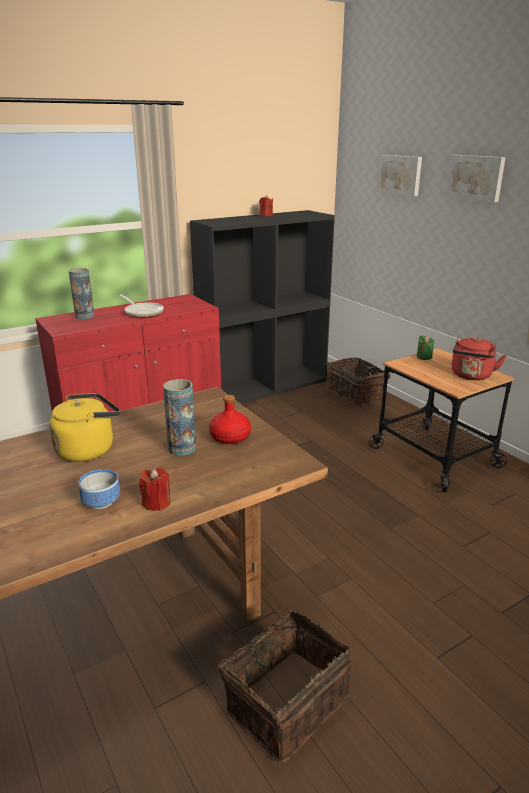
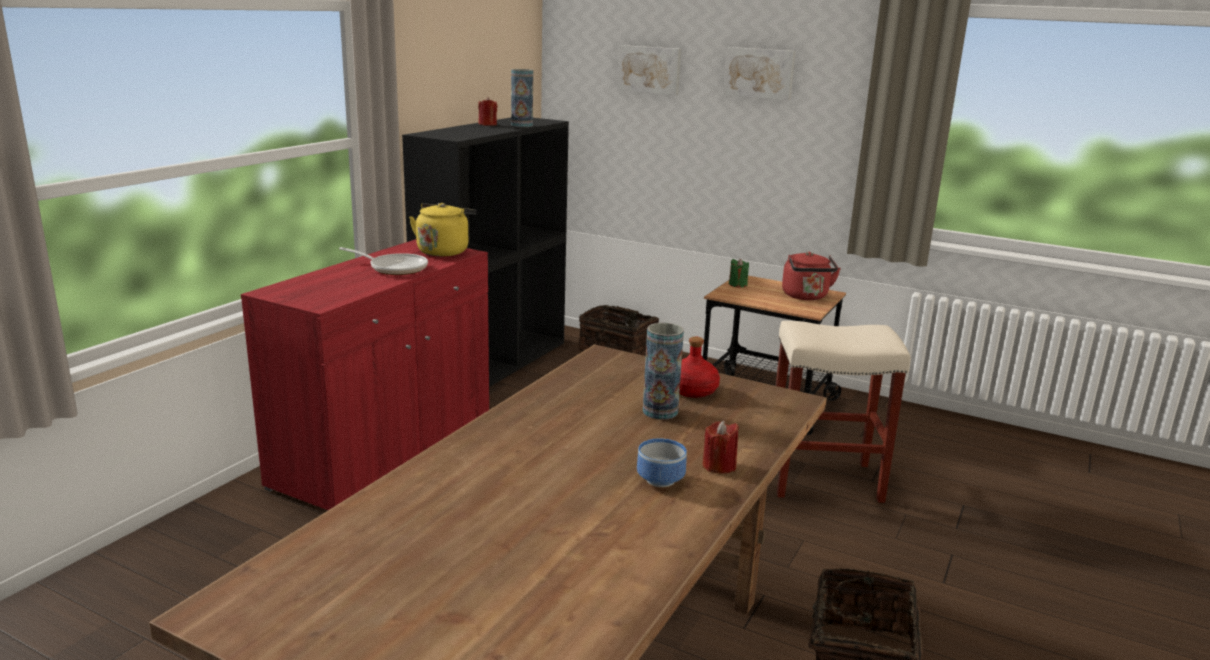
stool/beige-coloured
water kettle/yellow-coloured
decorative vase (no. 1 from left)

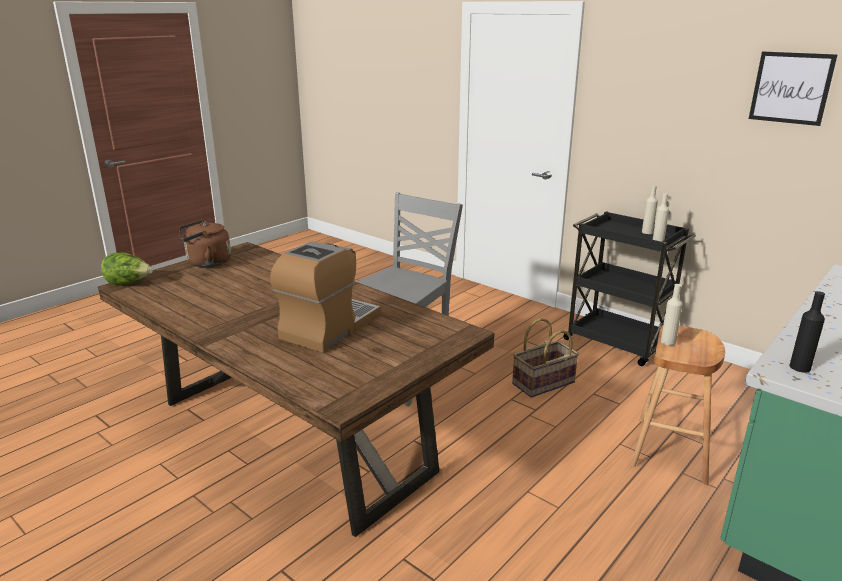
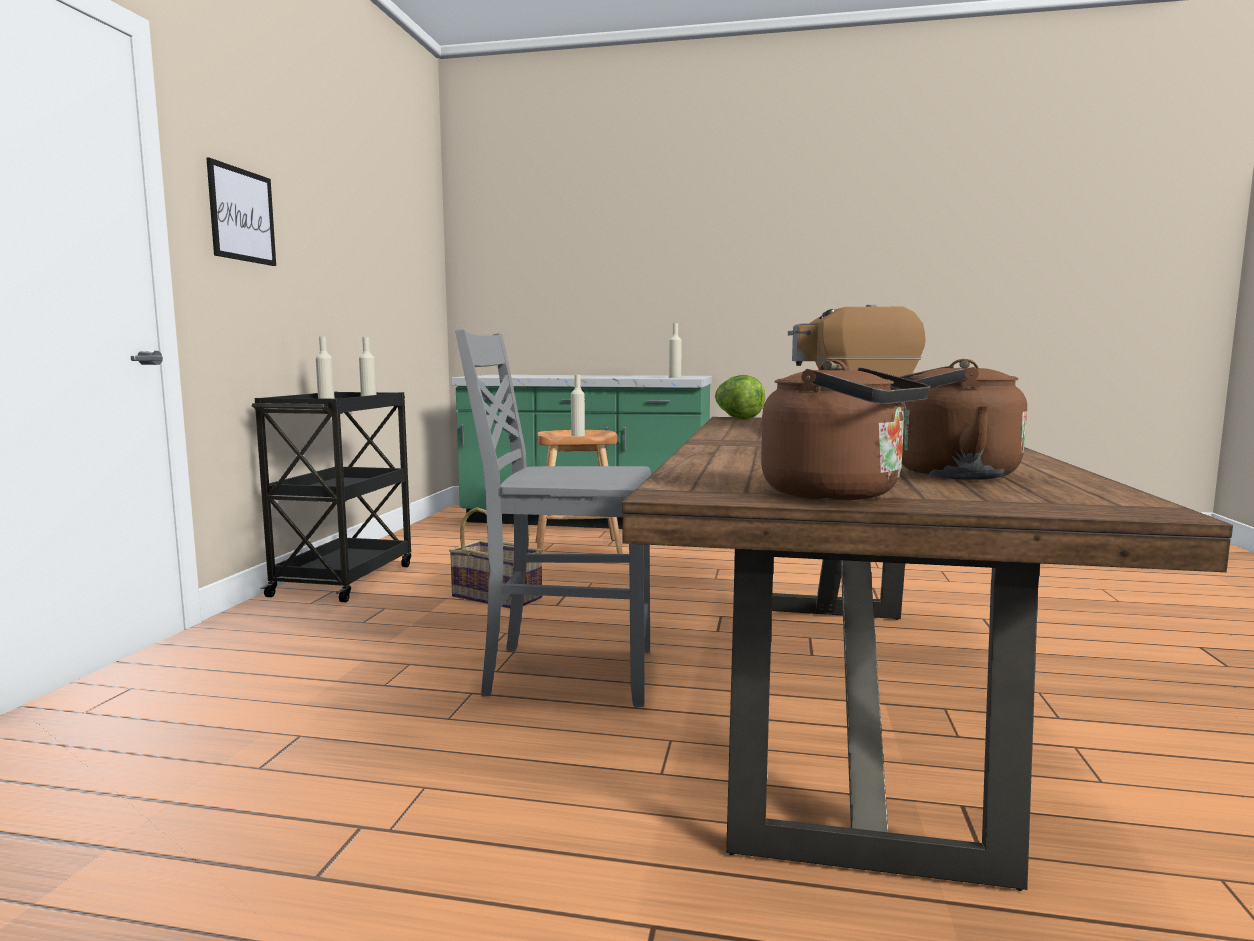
water kettle/brownish (no. 2 from left)
lettuce head
picture
bottle/beige-coloured (no. 4 from left)

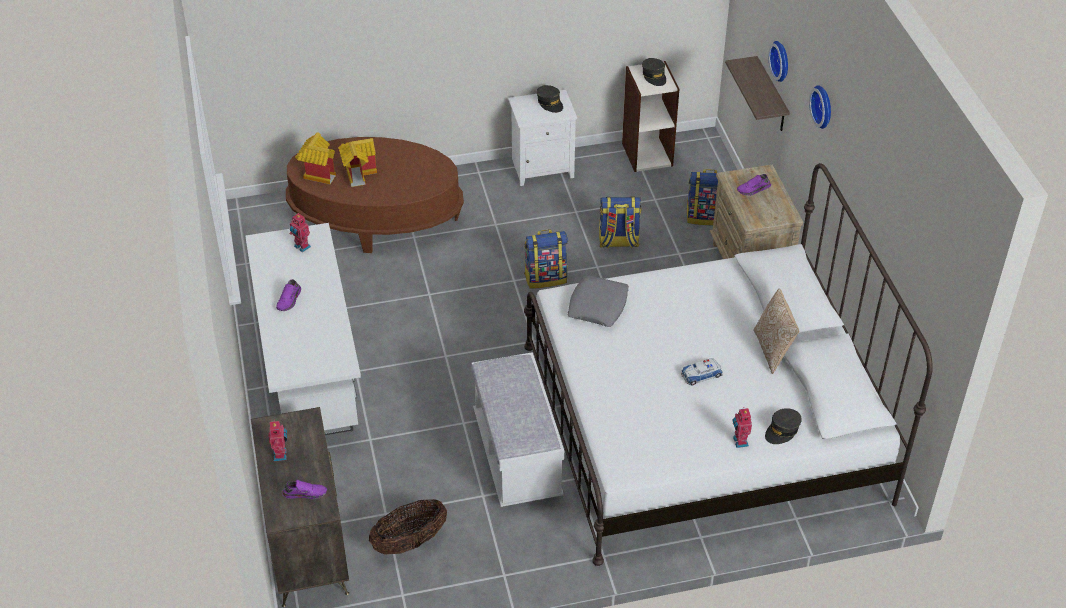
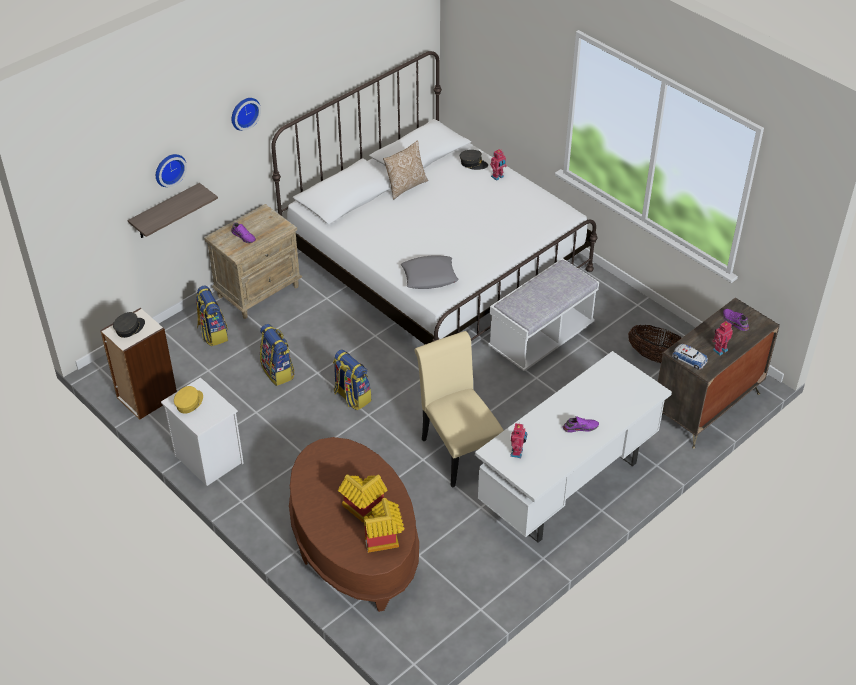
upright chair/beige-coloured
toy car
cap/yellow-coloured

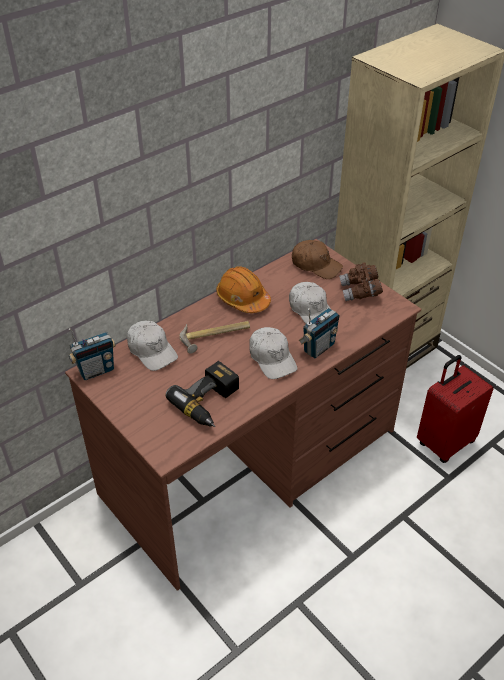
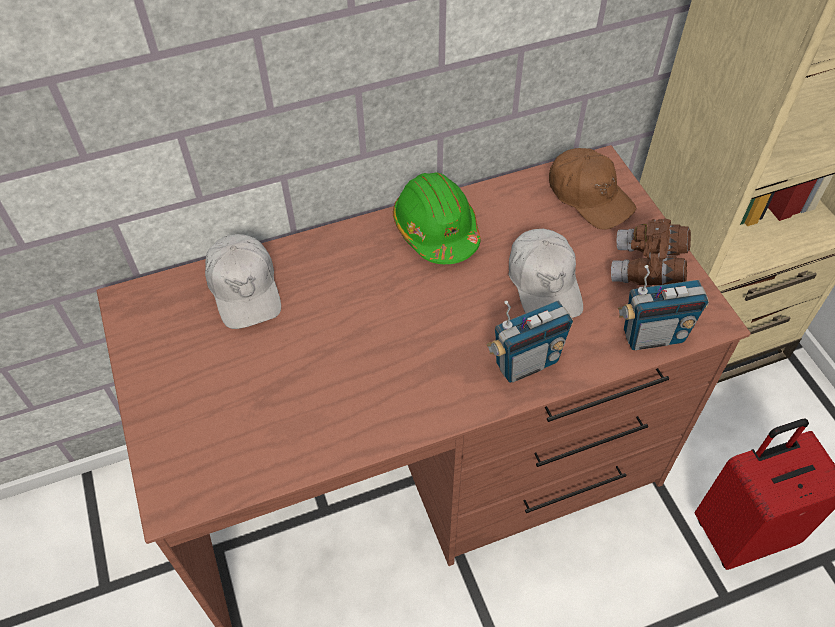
power drill
hammer
cap/whitish (no. 2 from left in the first image)
radio (no. 2 from left)
safety helmet/green

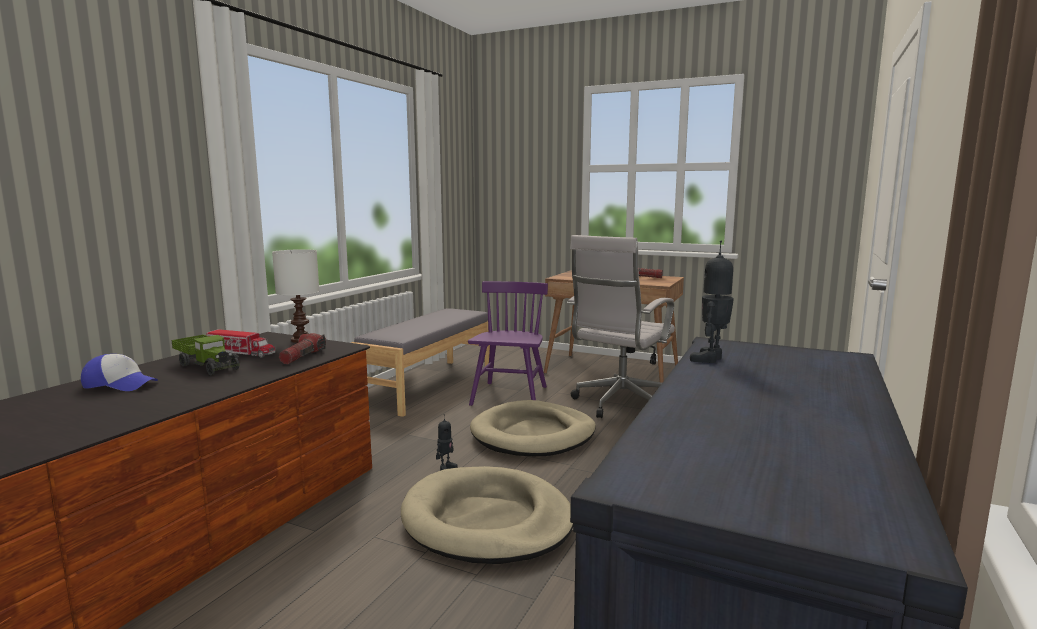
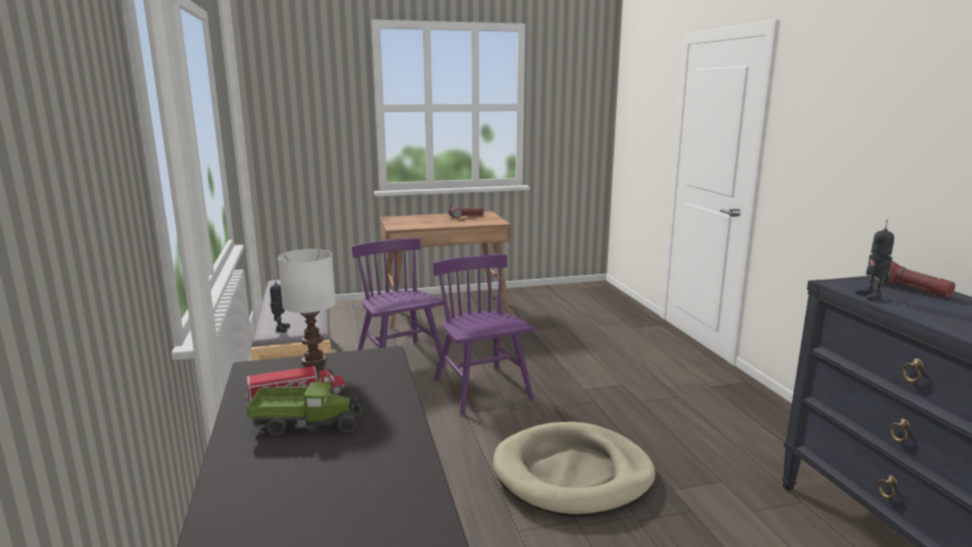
cap
office chair/whitish
hand torch (no. 2 from left)
toy robot (no. 1 from left)
upright chair/purplish (no. 2 from left)

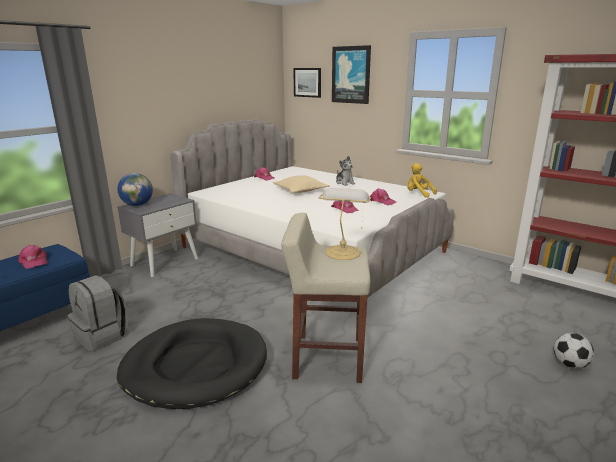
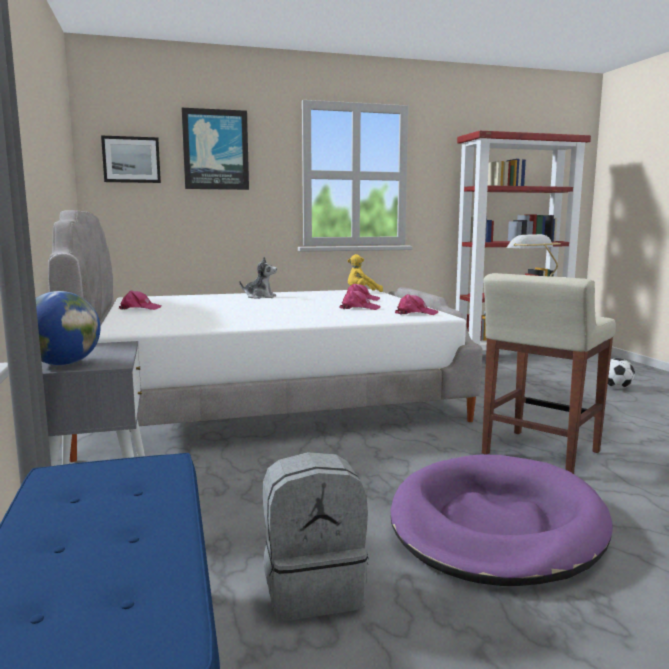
cushion/beige-coloured
cap/pinkish (no. 4 from left)
dog bed/purplish

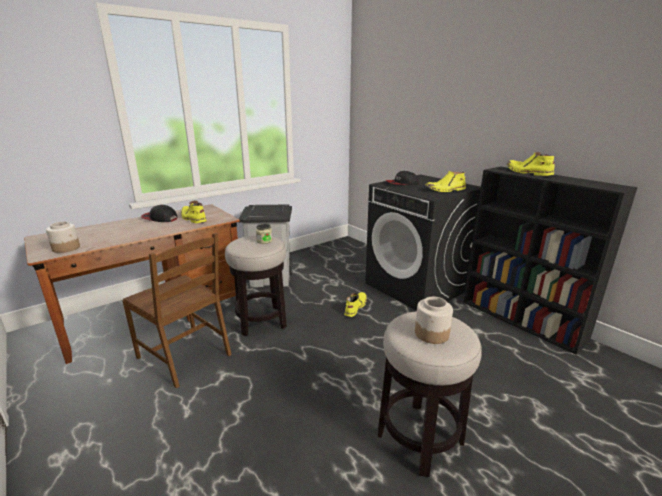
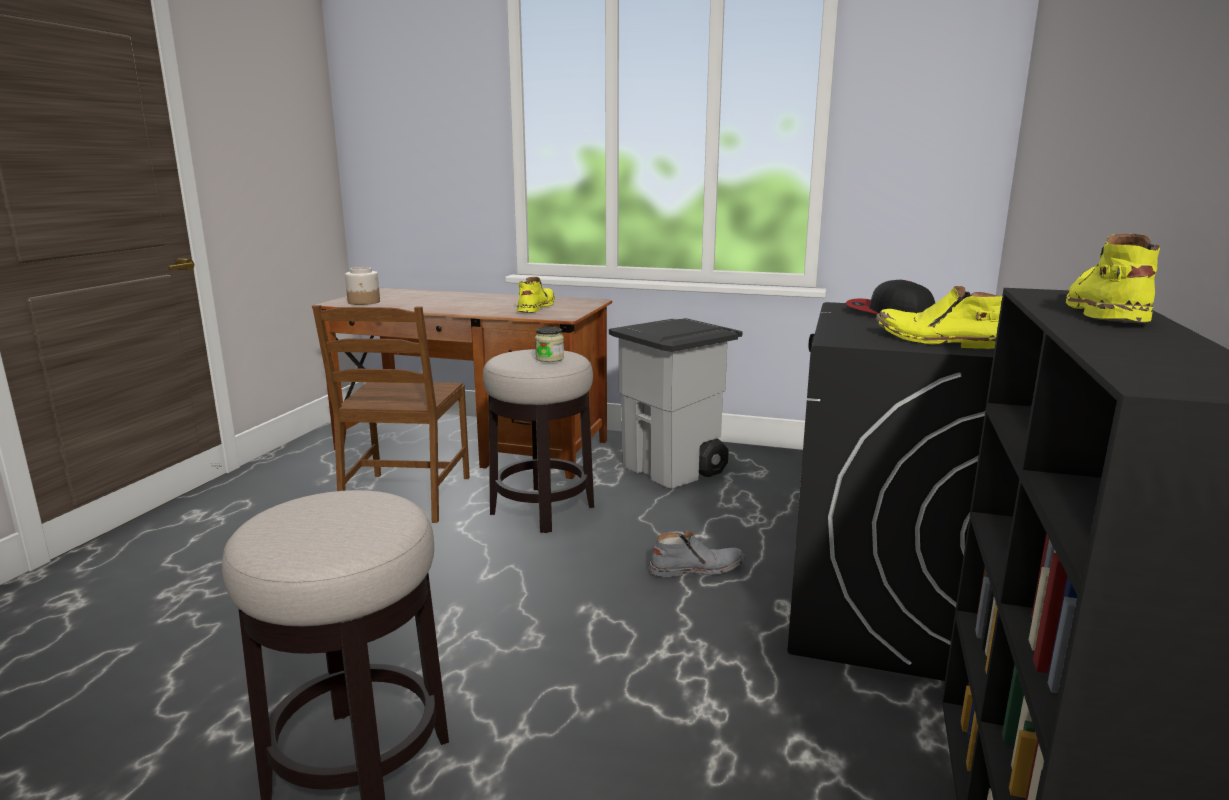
cap (no. 1 from left in the first image)
jar (no. 3 from left in the first image)
tall boot/greyish

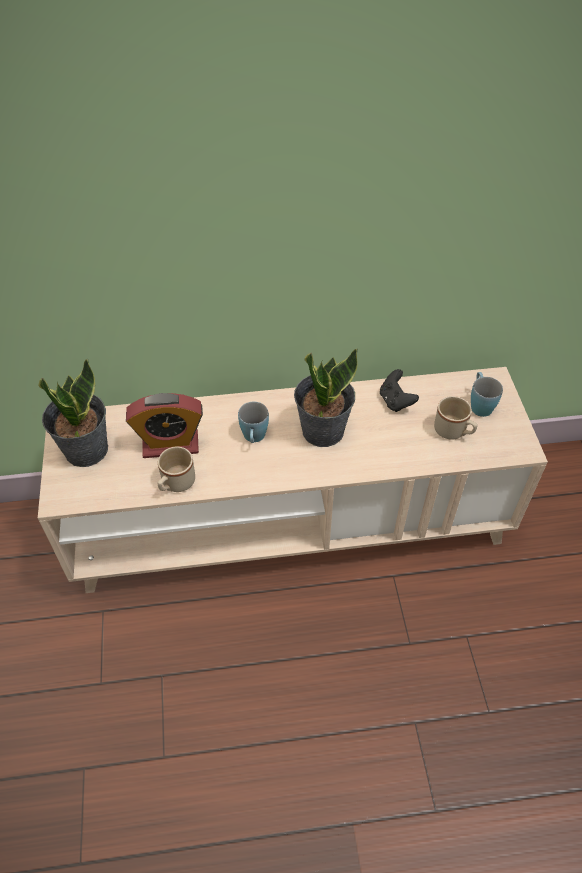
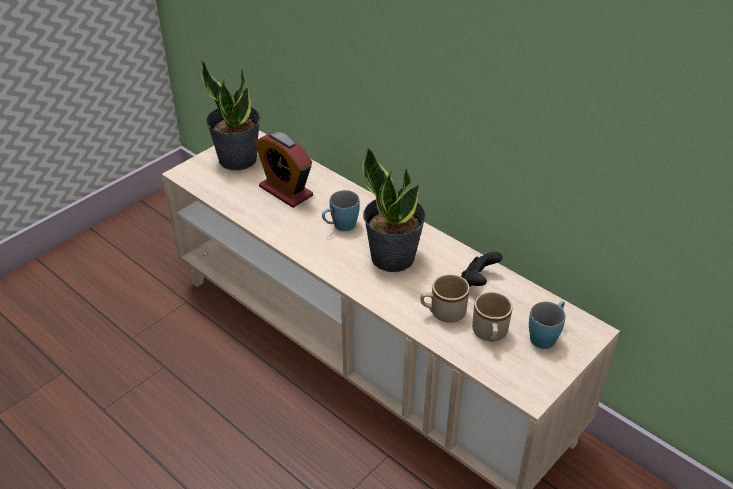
coffee mug/beige-coloured (no. 1 from left)

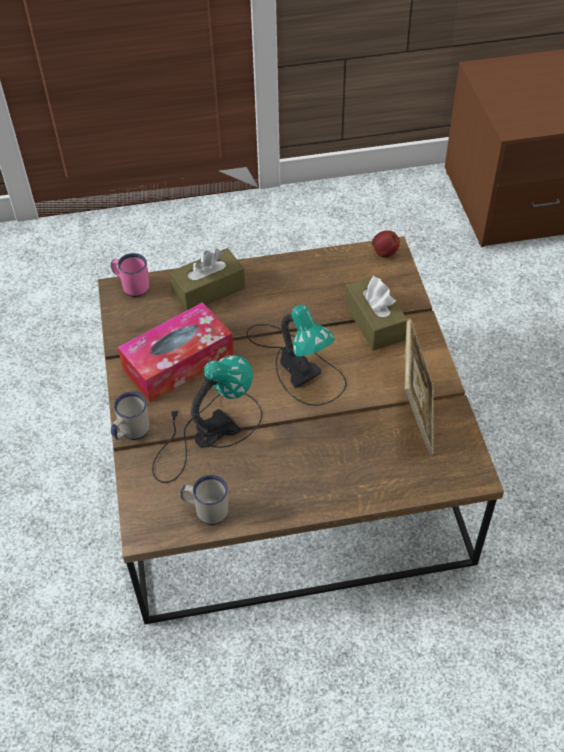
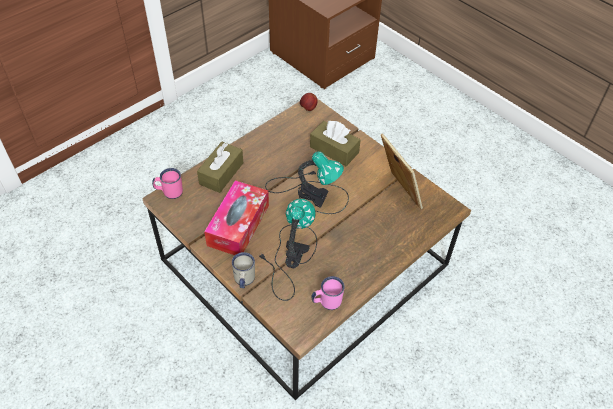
coffee mug/pinkish (no. 2 from left)

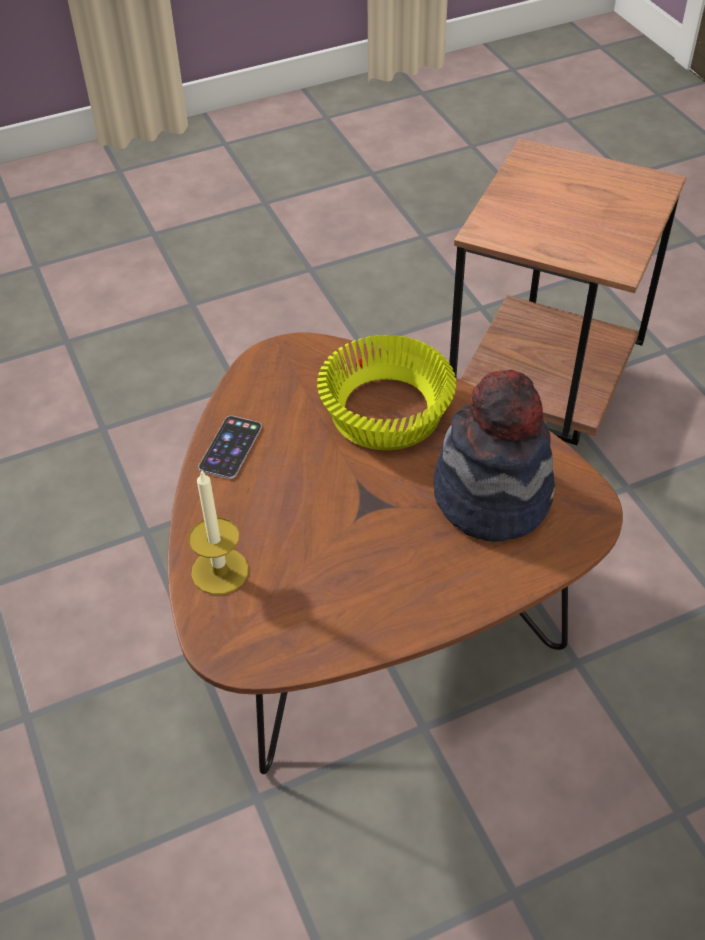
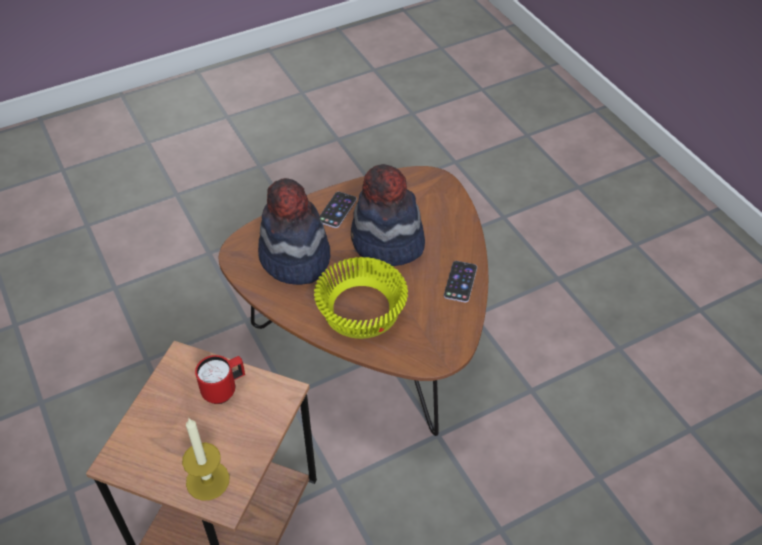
coffee mug/red-coloured
phone (no. 1 from left)
hat (no. 2 from left)
wax candle

